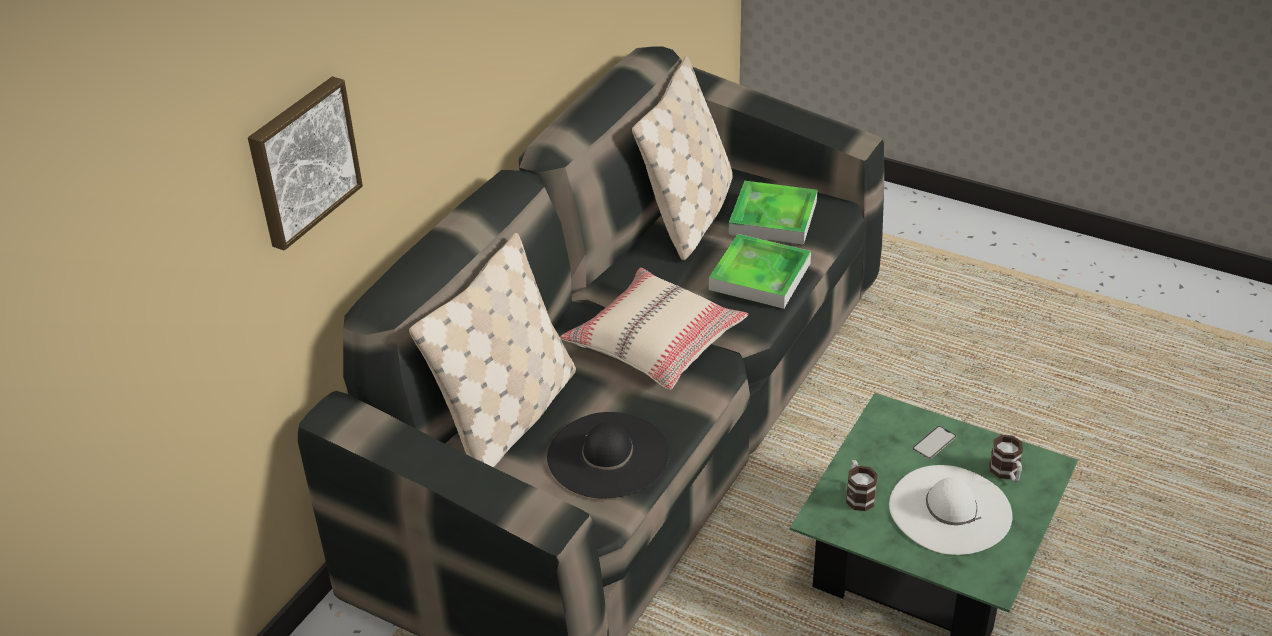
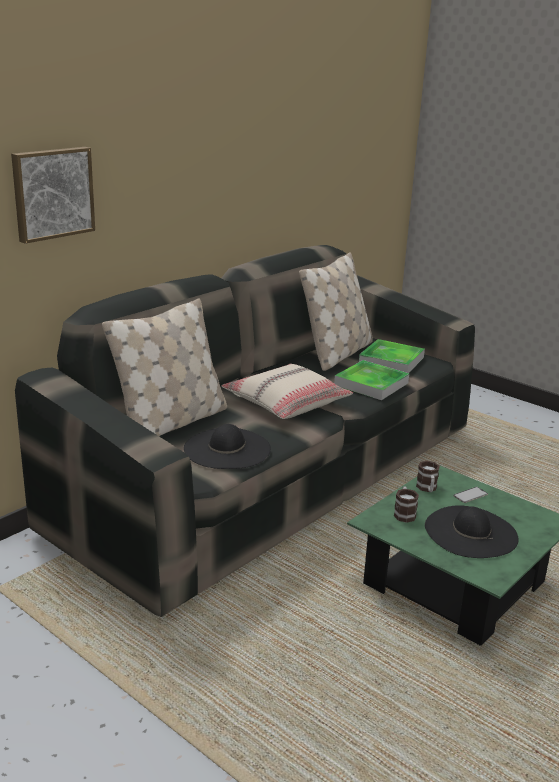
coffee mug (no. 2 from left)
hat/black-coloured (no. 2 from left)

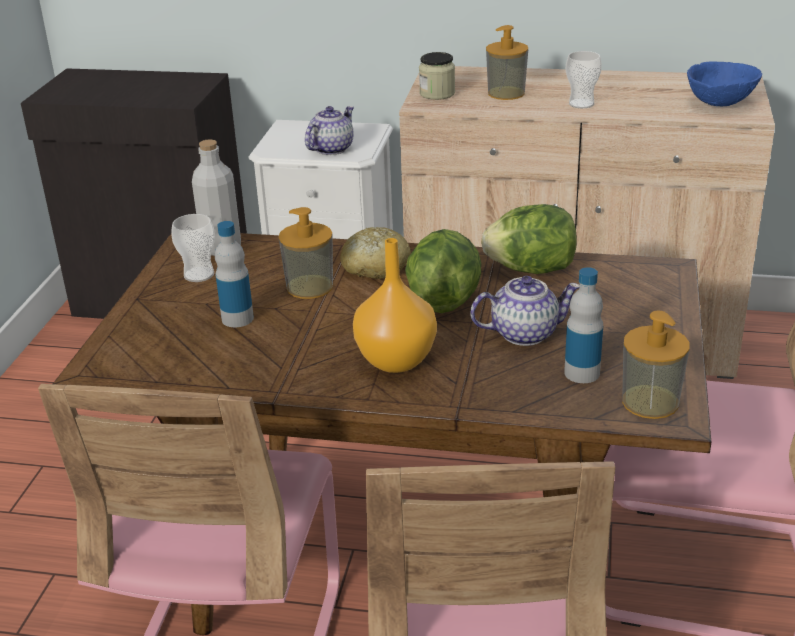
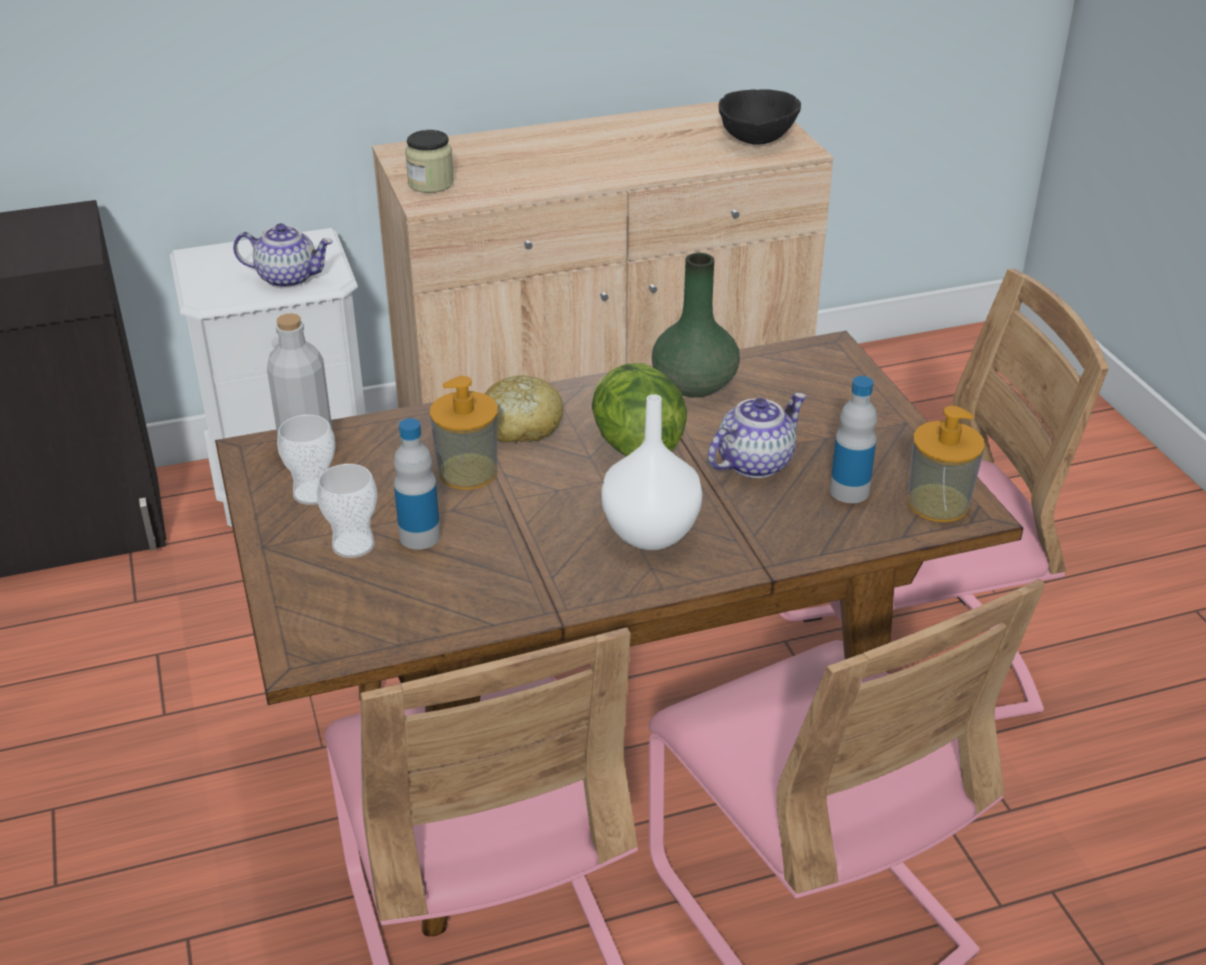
soap dispenser (no. 2 from left in the first image)
small cup (no. 2 from left)
decorative vase/green
decorative vase/whitish
bowl/black-coloured
pot for tea (no. 1 from left)

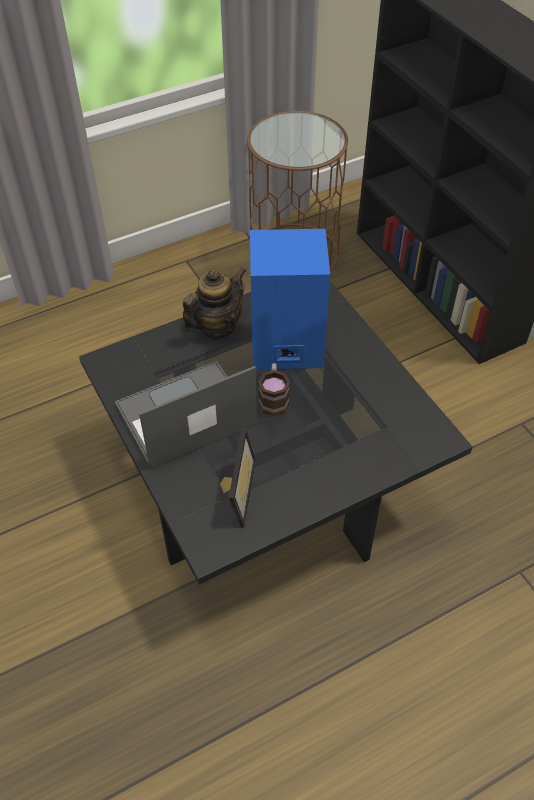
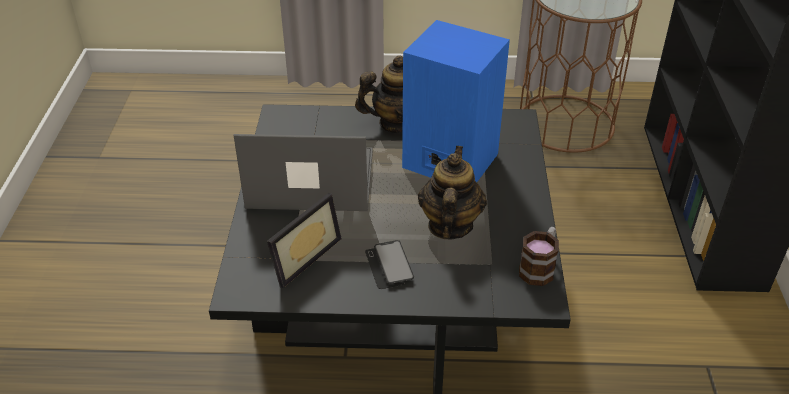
phone
pot for tea (no. 2 from left)
coffee mug

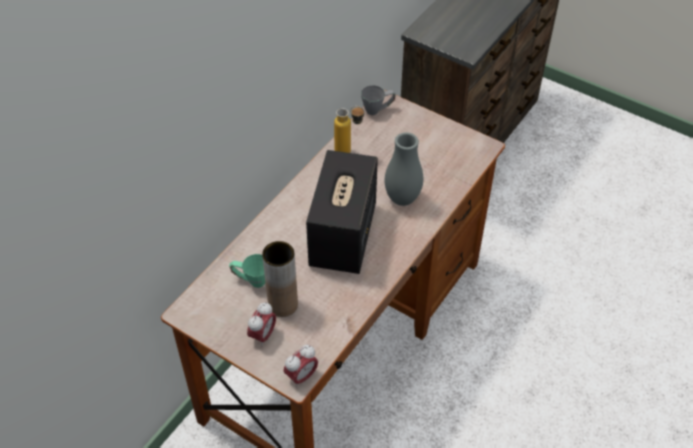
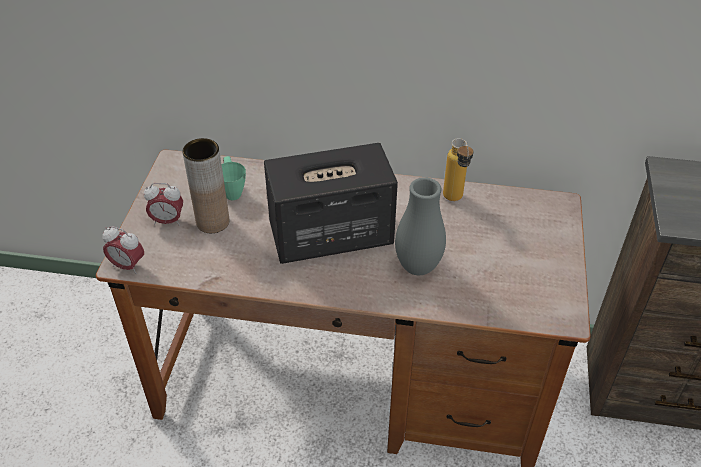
coffee mug/greyish

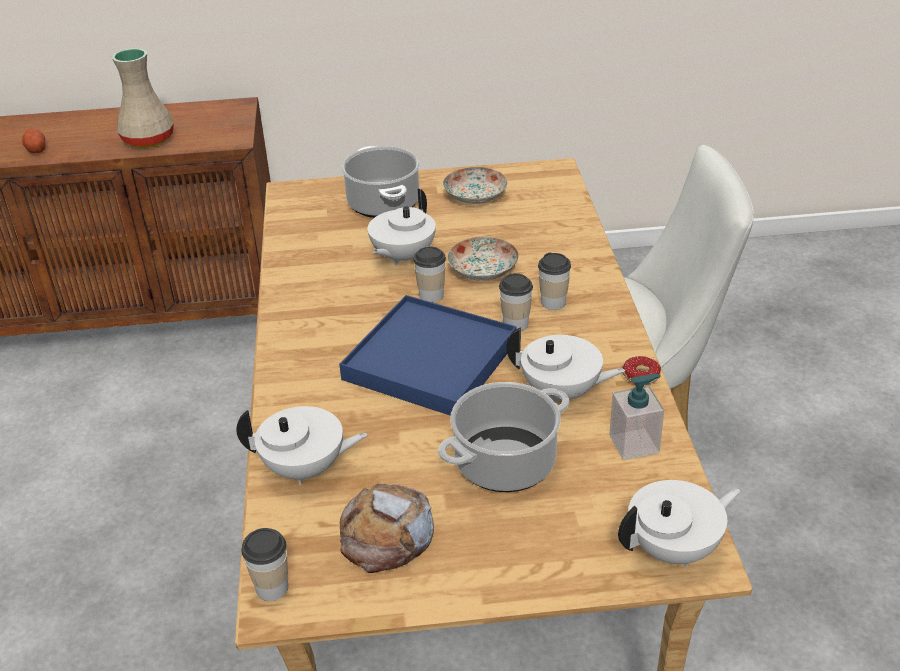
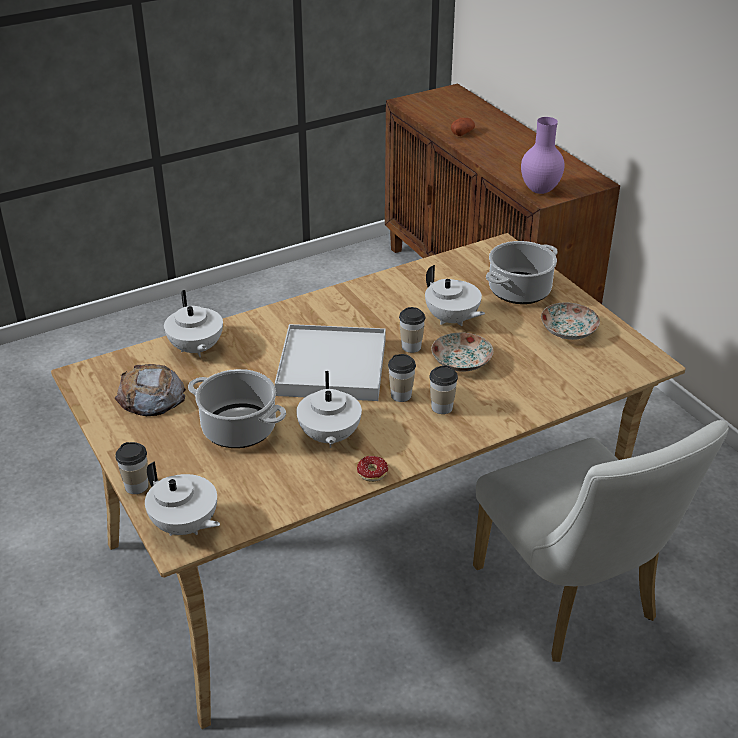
decorative vase/beige-coloured
soap dispenser
decorative vase/purplish
small cup (no. 1 from left)
tray/whitish
pot for tea/whitish (no. 4 from left)

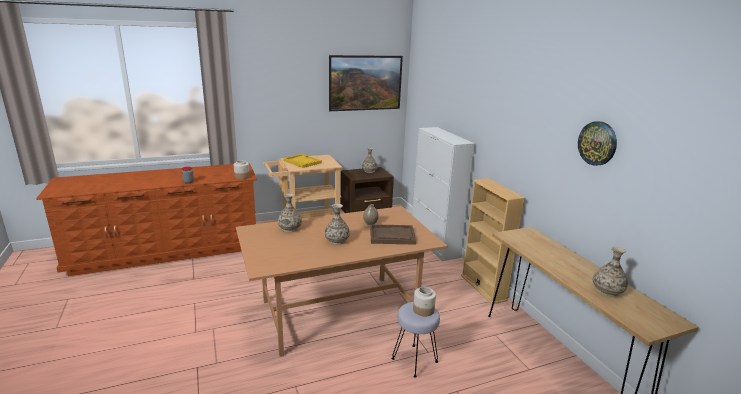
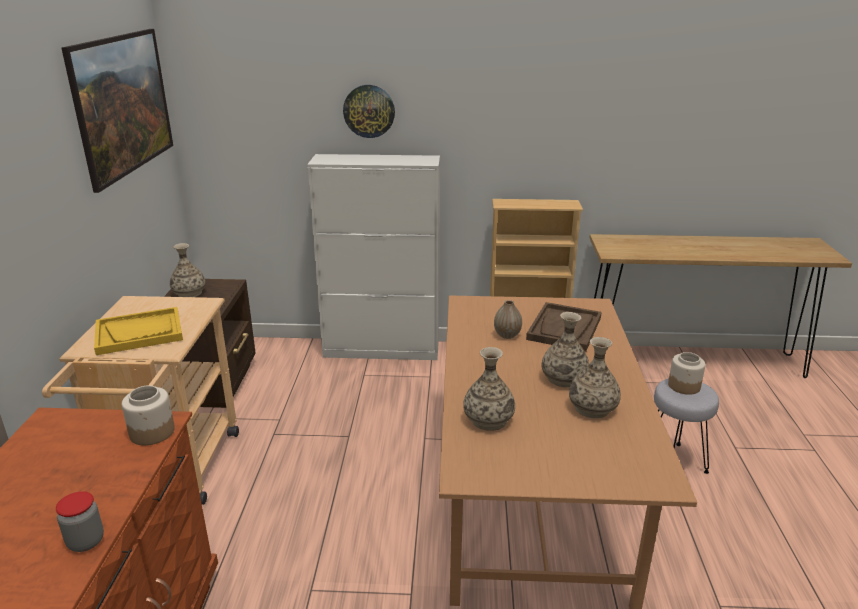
clock on the wall
decorative vase (no. 5 from left)

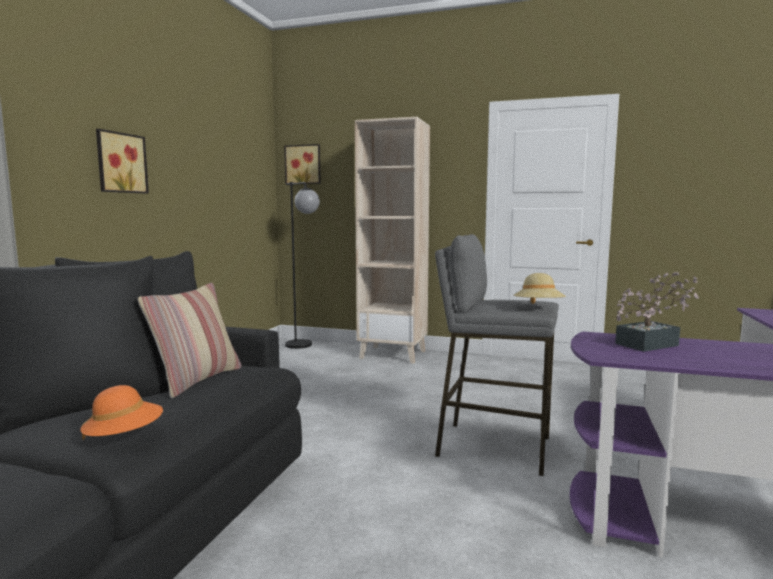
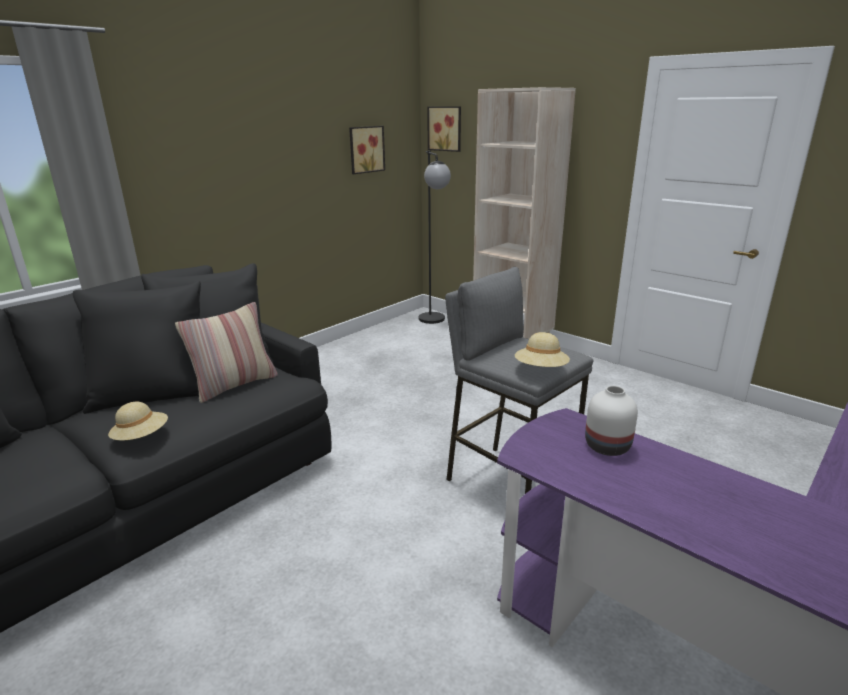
picture (no. 1 from left)
decorative vase/whitish
hat/beige-coloured (no. 1 from left)

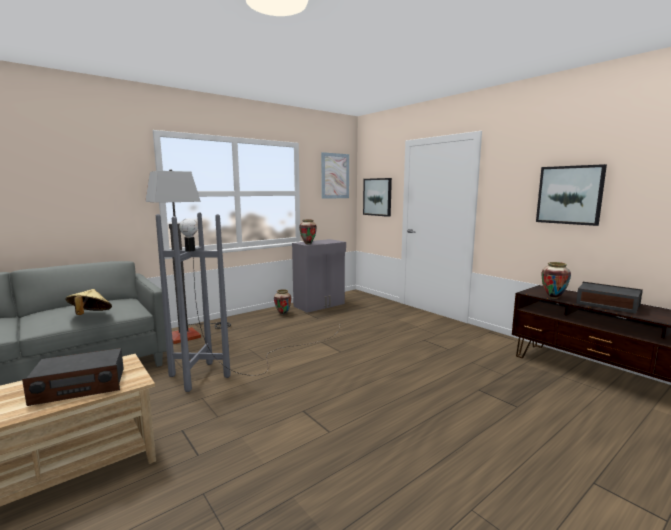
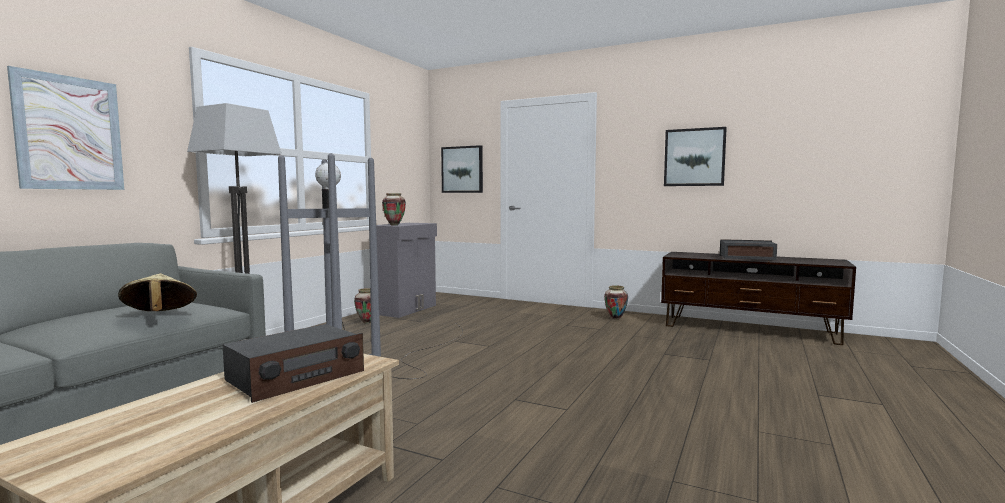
picture (no. 1 from left)
decorative vase (no. 3 from left)

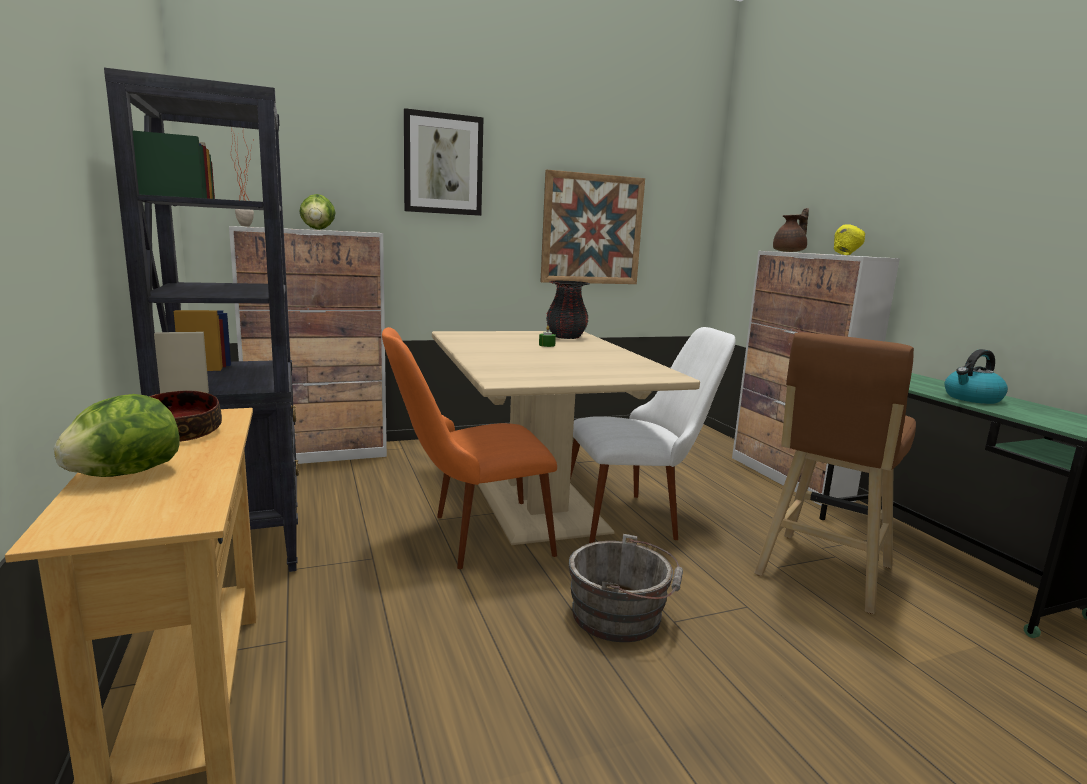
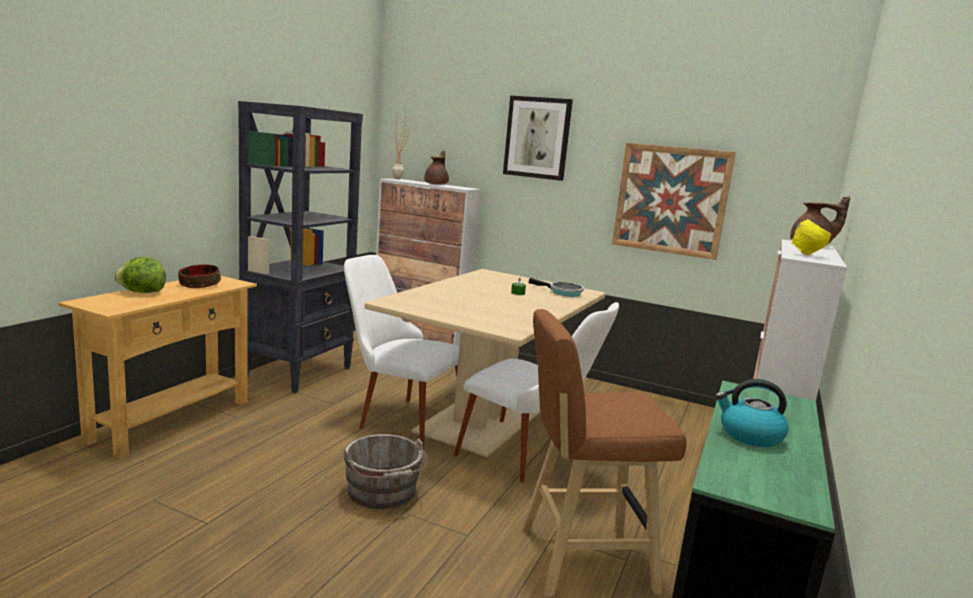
pot for tea/brownish (no. 1 from left)
pan
upright chair/whitish (no. 1 from left)

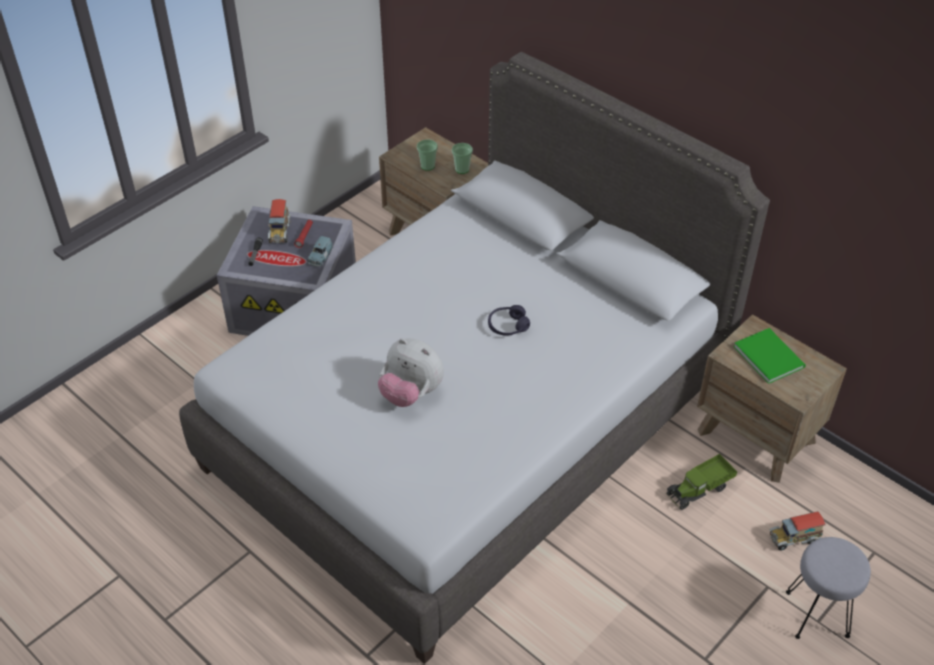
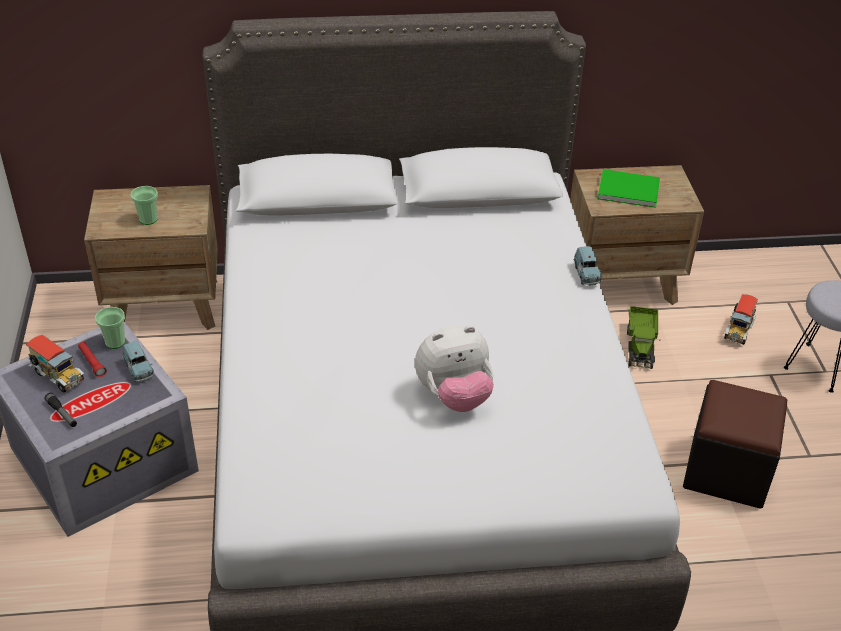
pair of headphones/purplish
toy car/blue-coloured (no. 2 from left)
footrest/black-coloured
small cup (no. 1 from left)

